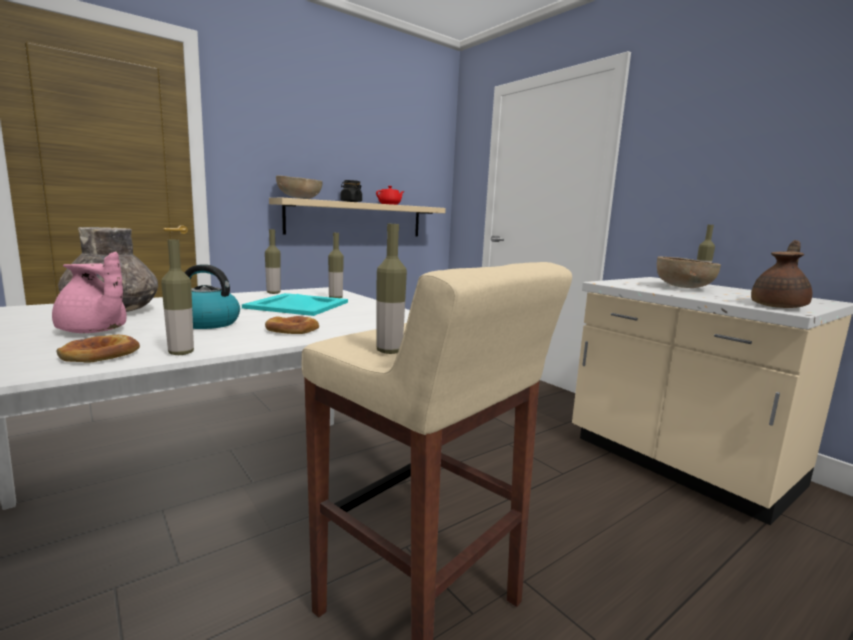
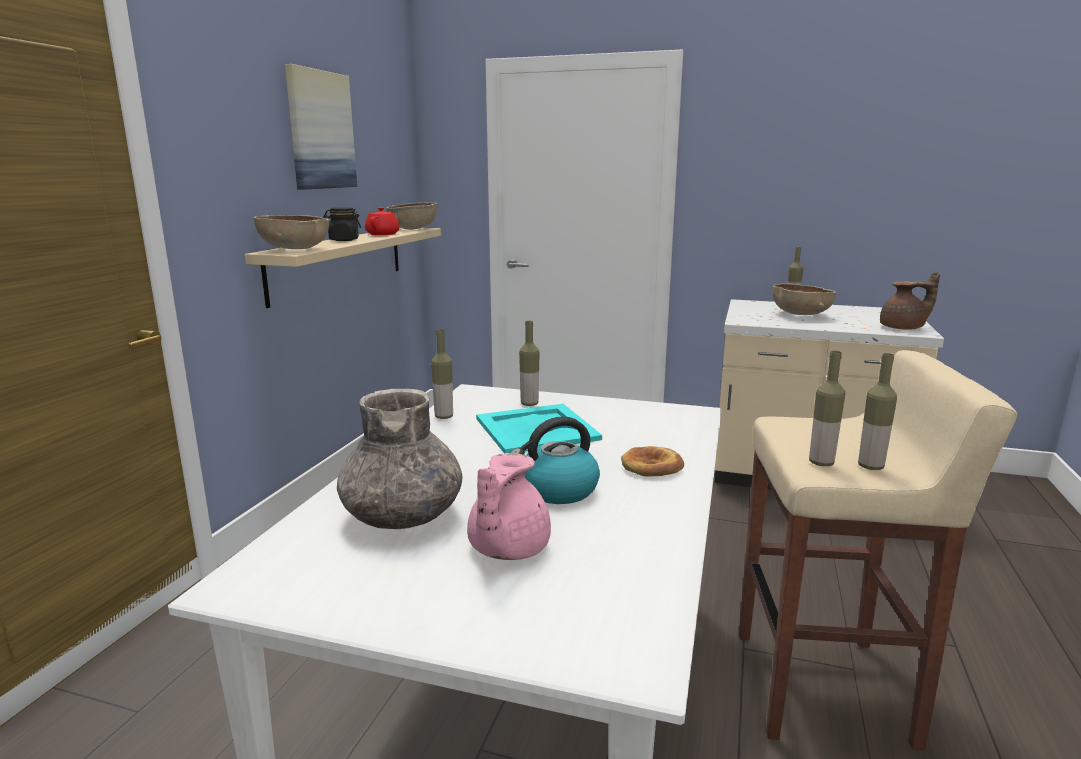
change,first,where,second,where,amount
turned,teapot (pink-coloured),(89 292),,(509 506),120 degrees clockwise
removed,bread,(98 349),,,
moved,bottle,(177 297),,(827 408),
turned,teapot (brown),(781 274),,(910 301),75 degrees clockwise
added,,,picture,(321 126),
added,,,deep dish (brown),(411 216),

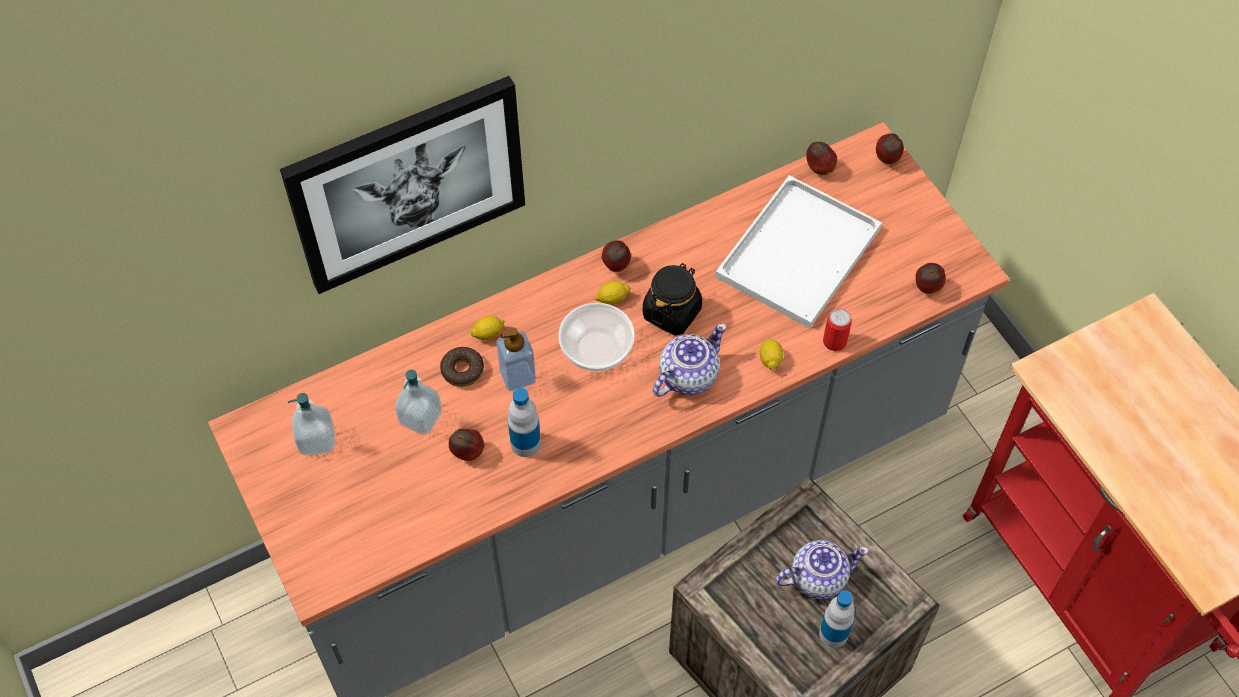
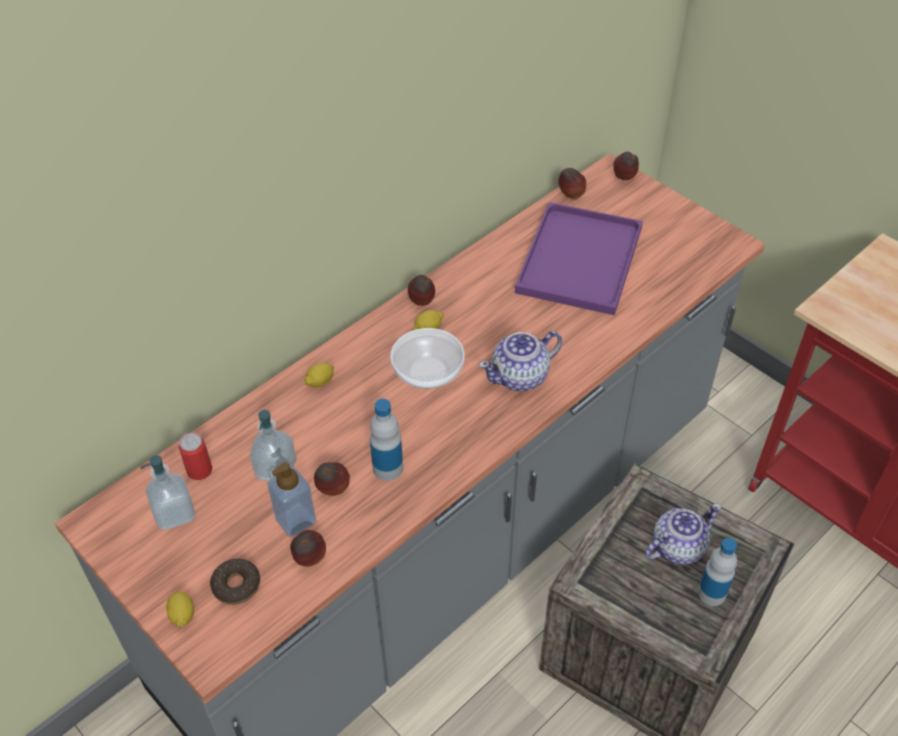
change,first,where,second,where,amount
removed,picture,(402 185),,,
moved,ring doughnut,(462 367),,(235 582),
moved,soap dispenser,(516 359),,(291 499),
removed,jar (blackish),(672 299),,,
turned,teapot,(690 360),,(520 361),150 degrees counterclockwise
recoloured,serving tray (white-coloured),(798 251),serving tray (purple),(579 258),
moved,whole lemon,(771 354),,(180 609),
moved,can,(837 329),,(195 456),
moved,whole apple,(931 278),,(308 548),

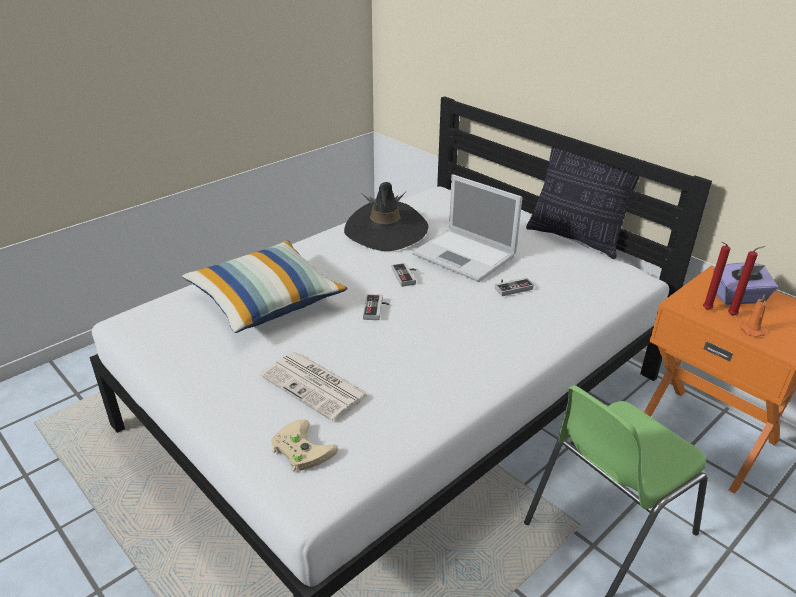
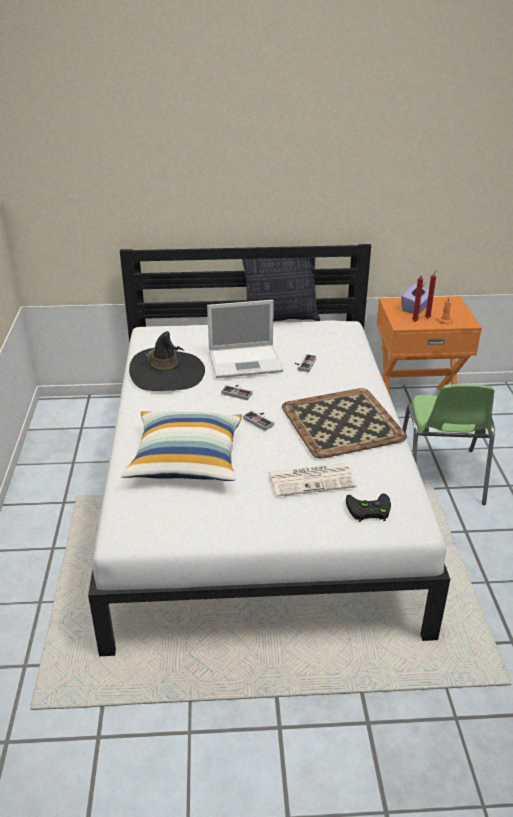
change,first,where,second,where,amount
recoloured,joypad (sand-coloured),(304 446),joypad (blackish),(368 507),
added,,,serving tray,(344 423),

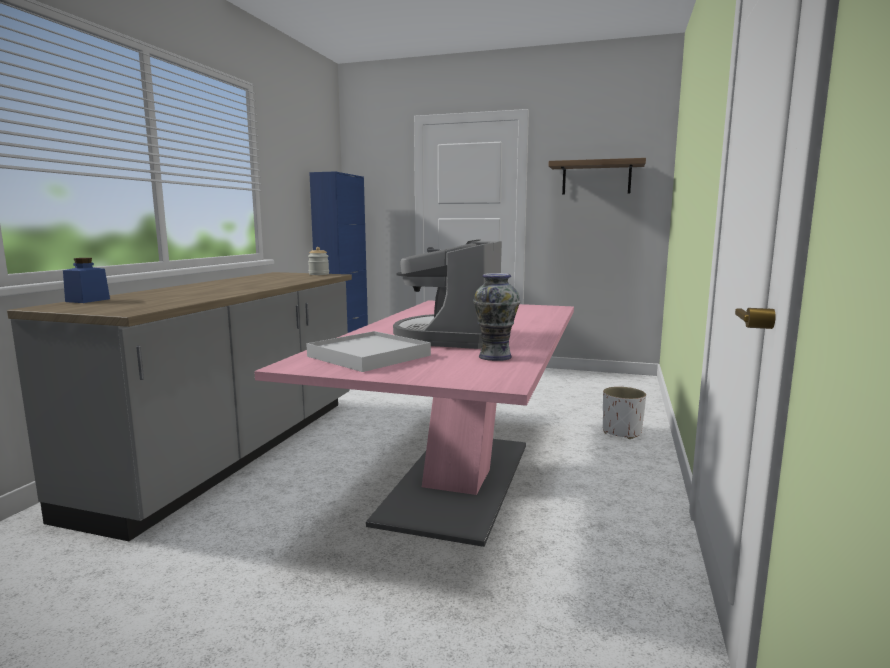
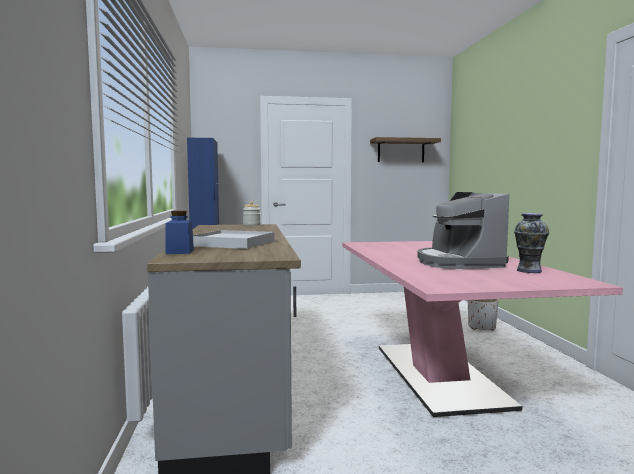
change,first,where,second,where,amount
moved,serving tray (white-coloured),(368 351),,(233 239),

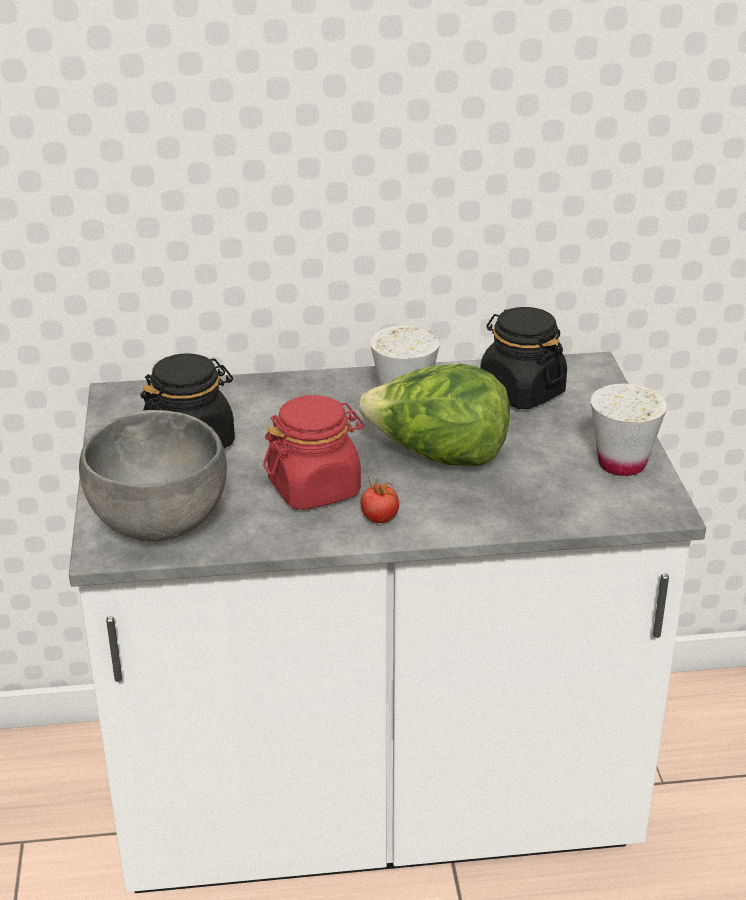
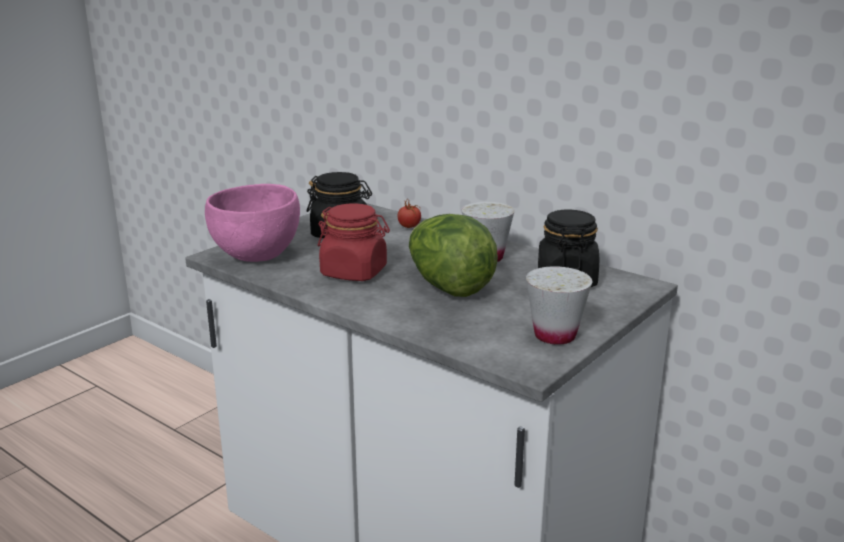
change,first,where,second,where,amount
recoloured,deep dish (gray),(153 476),deep dish (pink-coloured),(252 223),
moved,whole tomato,(379 500),,(409 213),

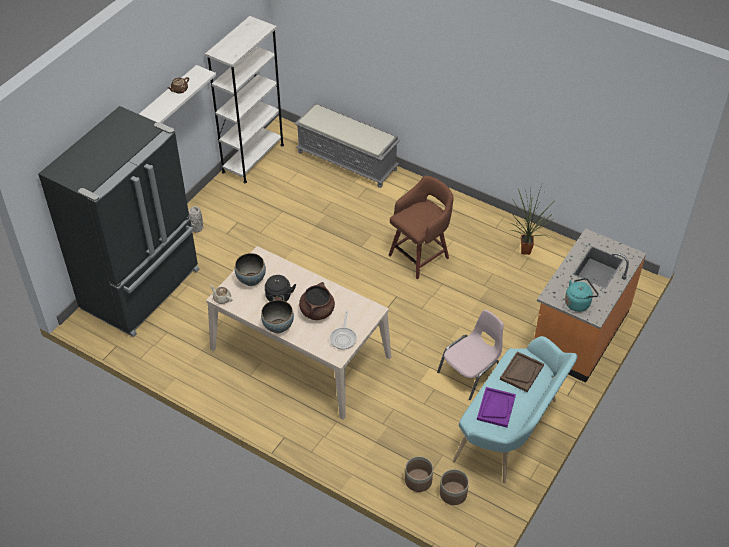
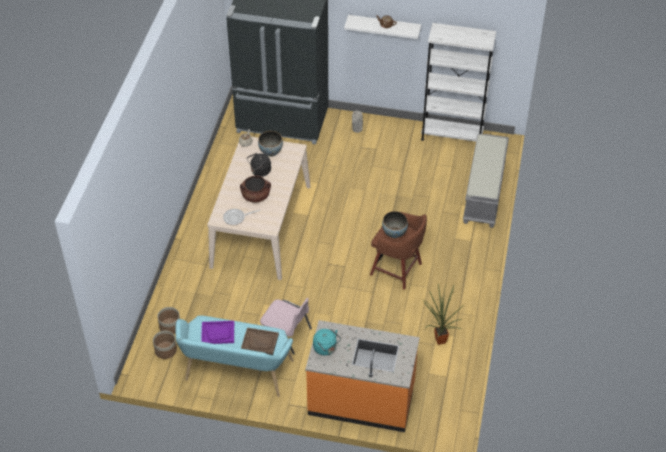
change,first,where,second,where,amount
moved,deep dish,(277 316),,(395 224),

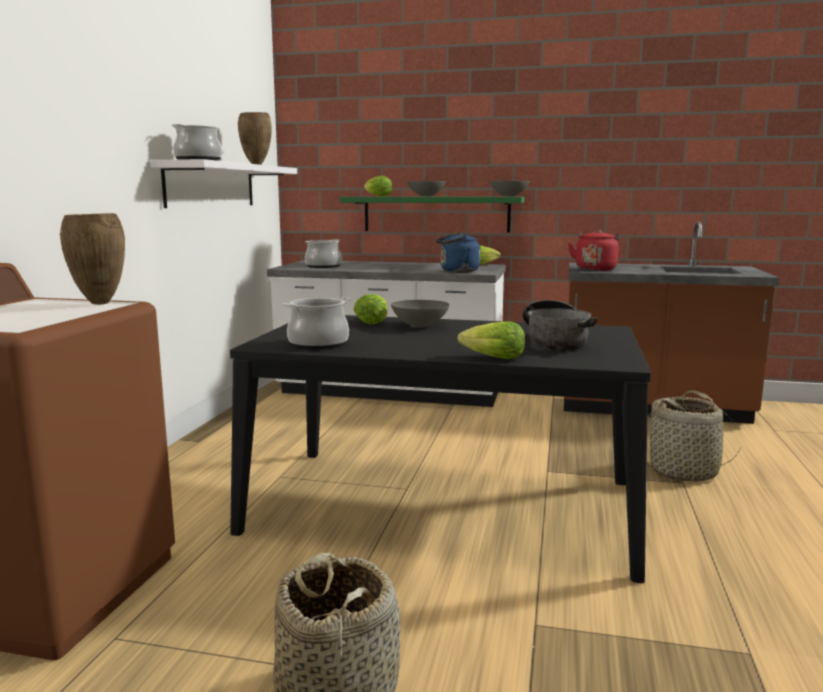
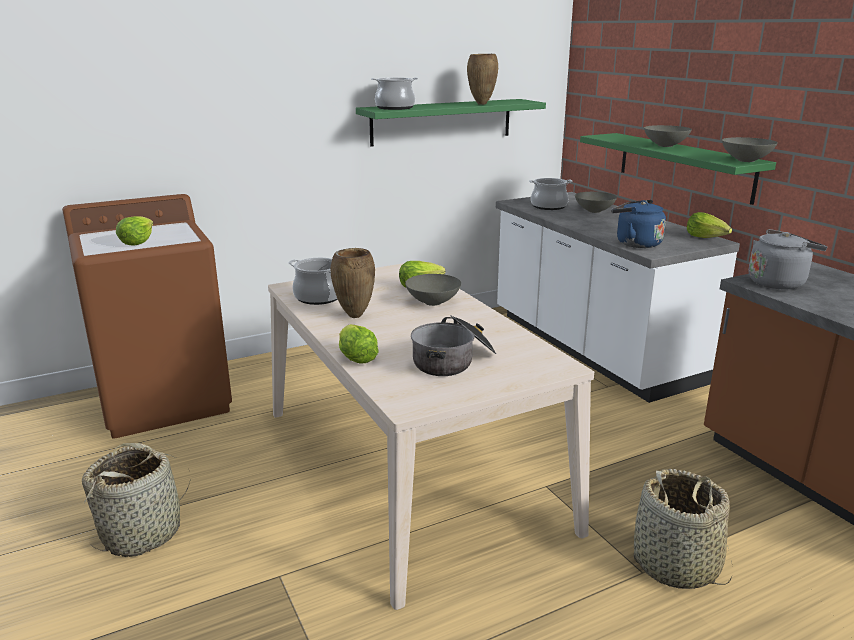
change,first,where,second,where,amount
moved,decorative vase (brown),(92 259),,(353 283),
recoloured,bracket shelf (white-coloured),(223 183),bracket shelf (greenish),(451 123),
recoloured,dining table (blackish),(440 449),dining table (sand-coloured),(431 436),
moved,lettuce,(378 186),,(134 231),
recoloured,tea kettle (reddish),(594 250),tea kettle (gray),(788 259),
added,,,deep dish (gray),(596 202),

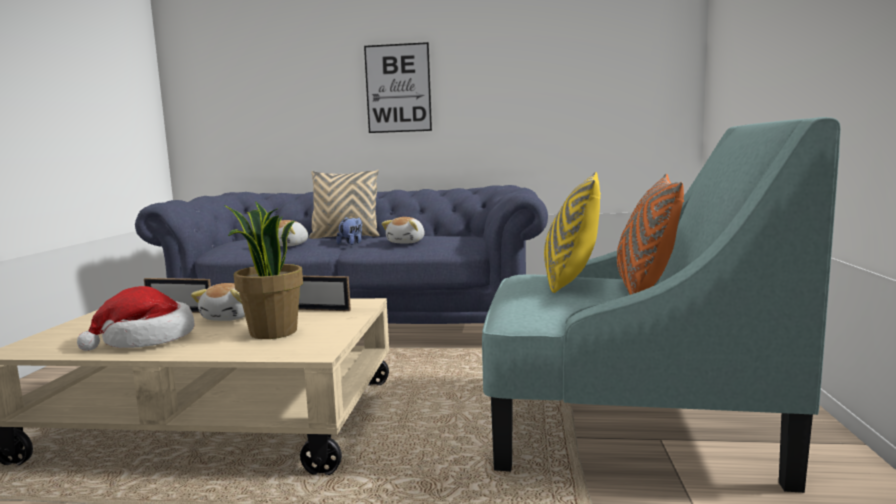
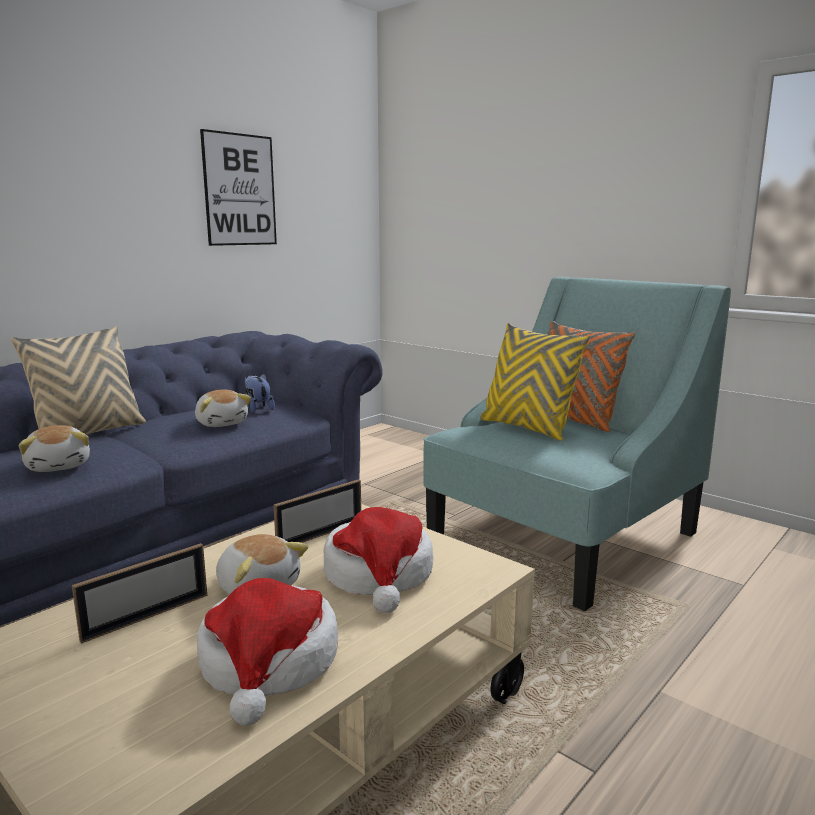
change,first,where,second,where,amount
replaced,houseplant,(263 270),clothing hat,(378 560),
moved,cuddly toy,(349 231),,(259 393),
moved,picture,(398 87),,(238 187),

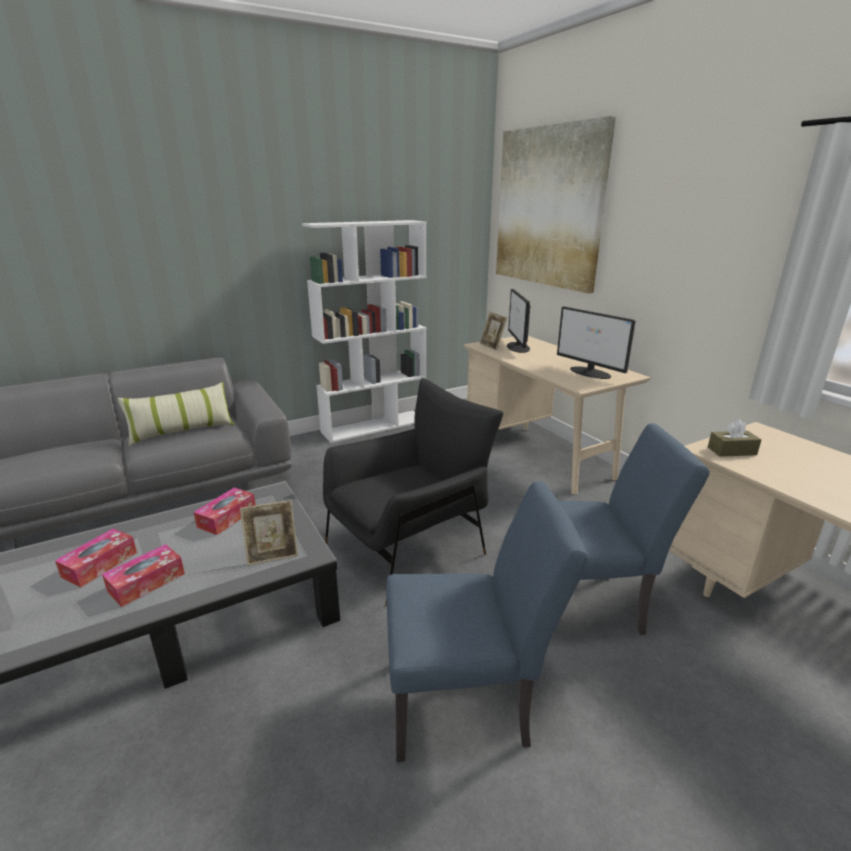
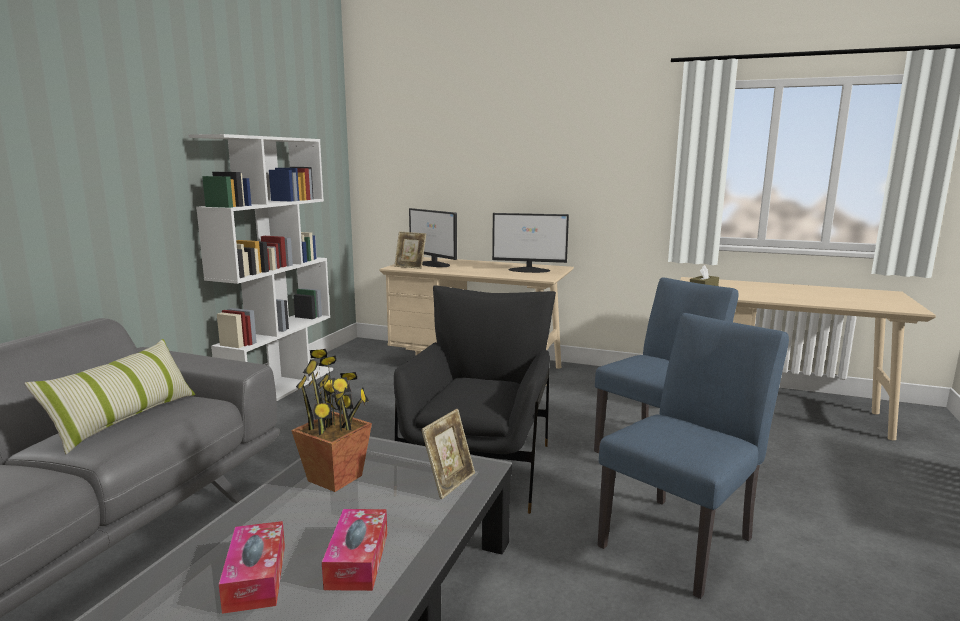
change,first,where,second,where,amount
replaced,box of tissues,(225 511),houseplant,(331 420),
removed,picture,(556 205),,,

